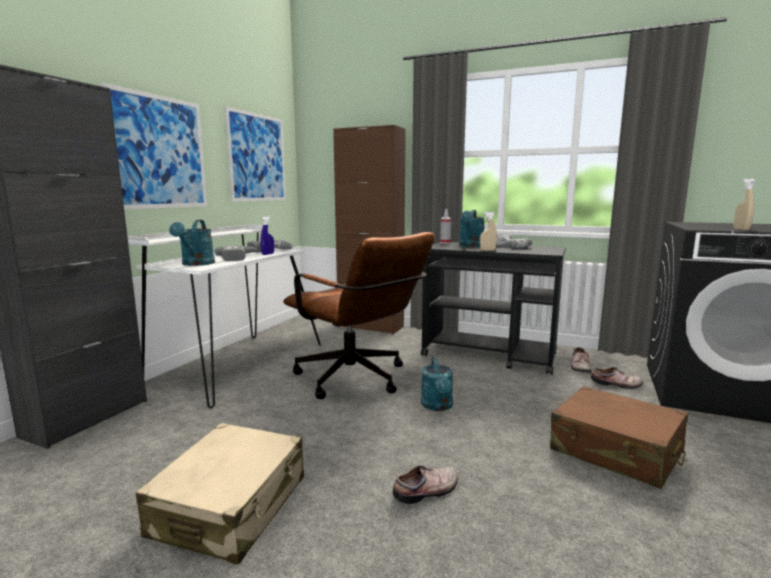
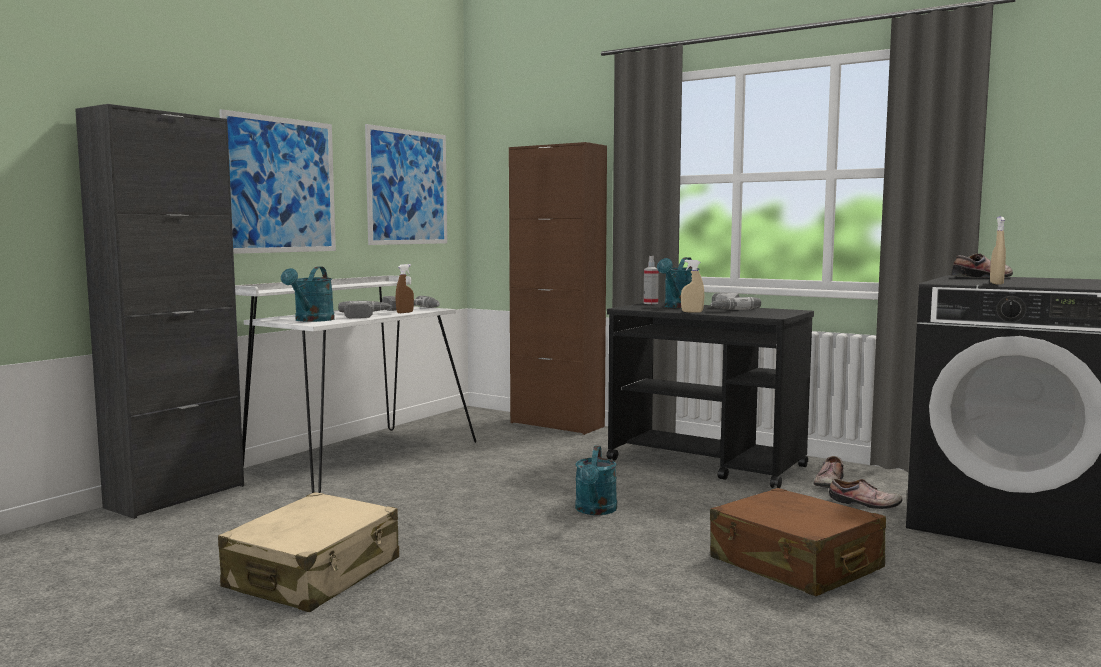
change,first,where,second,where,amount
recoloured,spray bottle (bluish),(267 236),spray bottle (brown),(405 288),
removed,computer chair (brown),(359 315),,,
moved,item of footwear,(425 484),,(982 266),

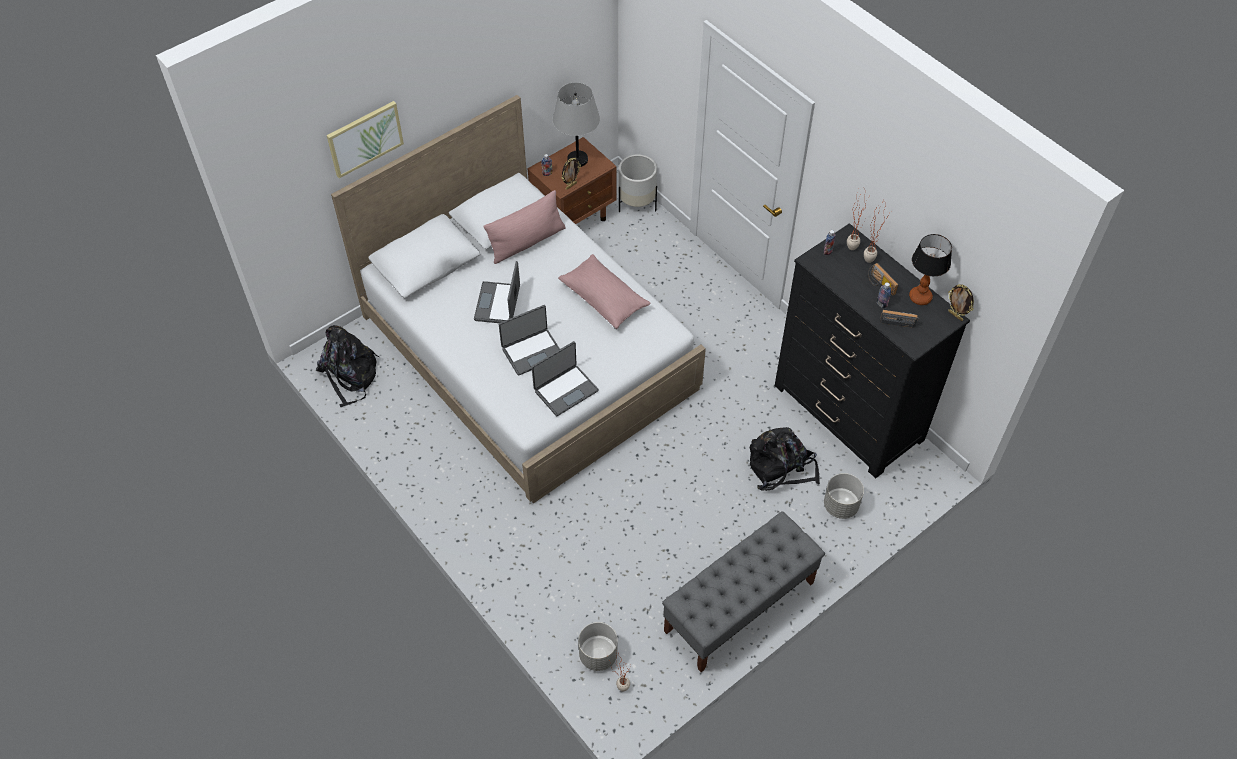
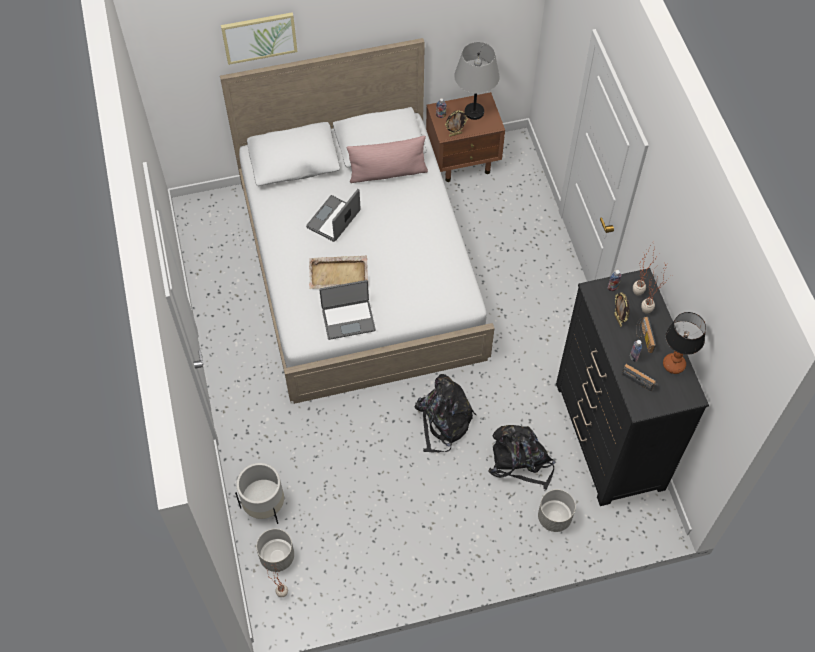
change,first,where,second,where,amount
moved,knapsack (blackish),(347 366),,(446 413),
replaced,notebook computer,(529 340),serving tray (sand-coloured),(338 272),
removed,cushion (pink-coloured),(604 291),,,
moved,planter (white-coloured),(638 183),,(259 493),
removed,long seat (gray),(743 591),,,
moved,standing frame,(961 302),,(622 309),

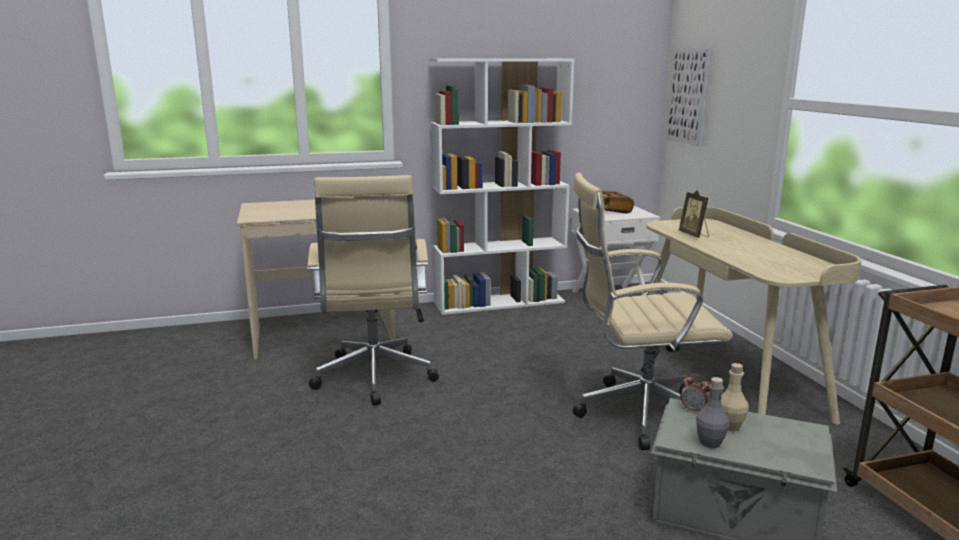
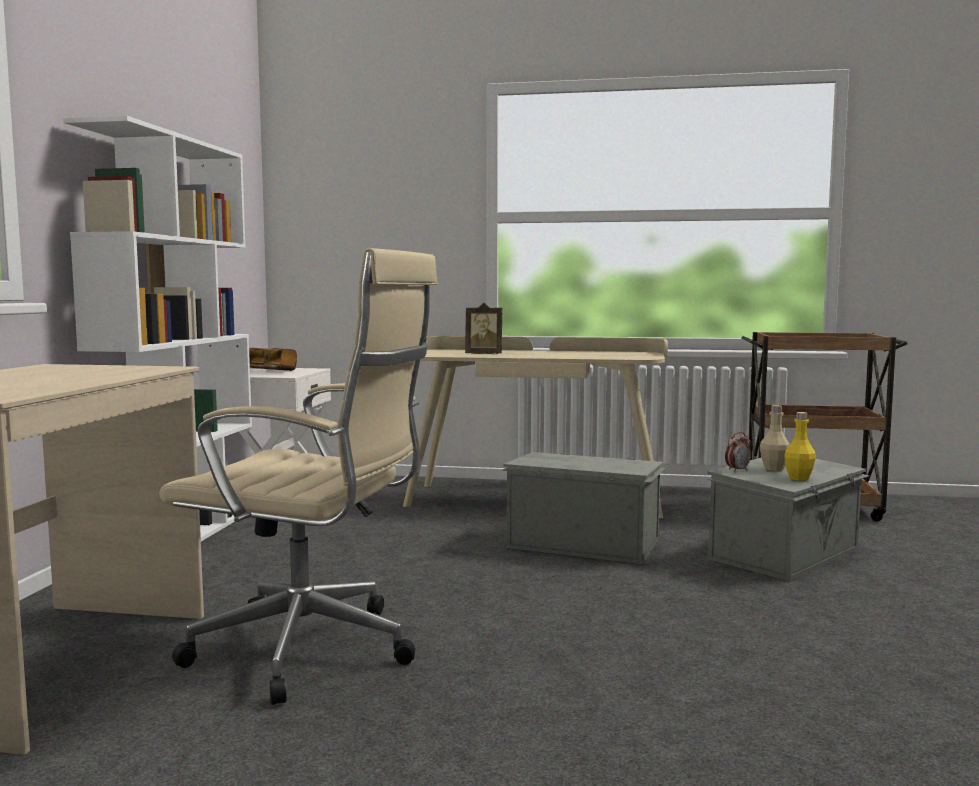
change,first,where,second,where,amount
replaced,computer chair (sand-coloured),(653 311),storage box (gray),(584 508),
removed,picture,(689 97),,,
recoloured,bottle (gray),(712 412),bottle (yellow),(800 446),

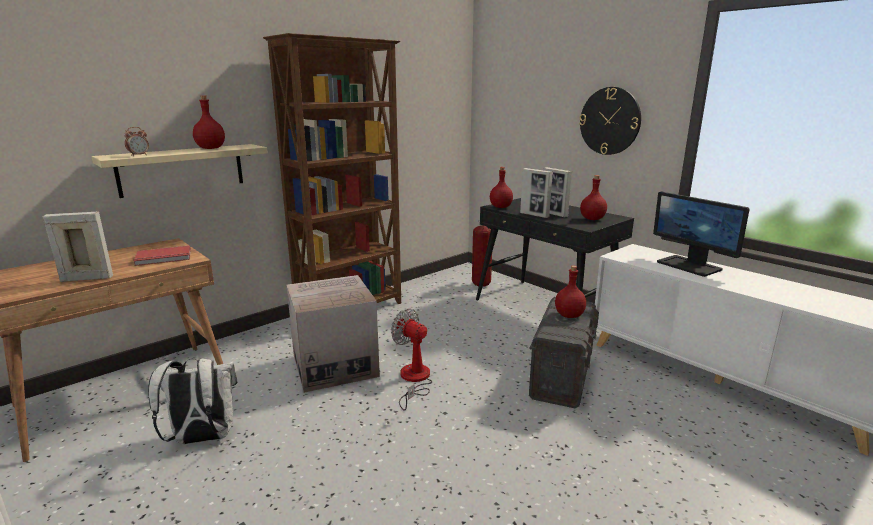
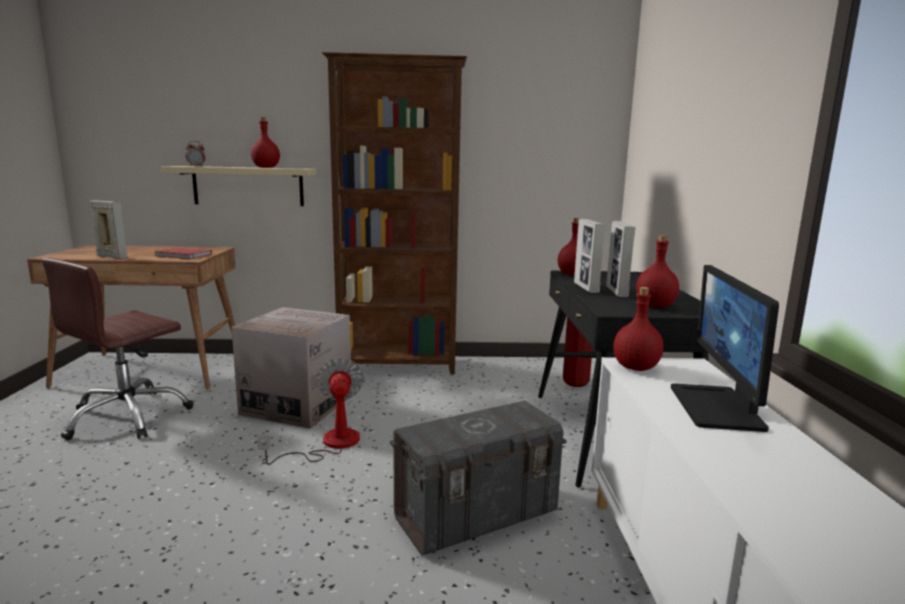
change,first,where,second,where,amount
replaced,knapsack (white-coloured),(192 401),computer chair (brown),(118 349),
moved,bottle (reddish),(570 291),,(638 329),
removed,wall clock,(610 121),,,

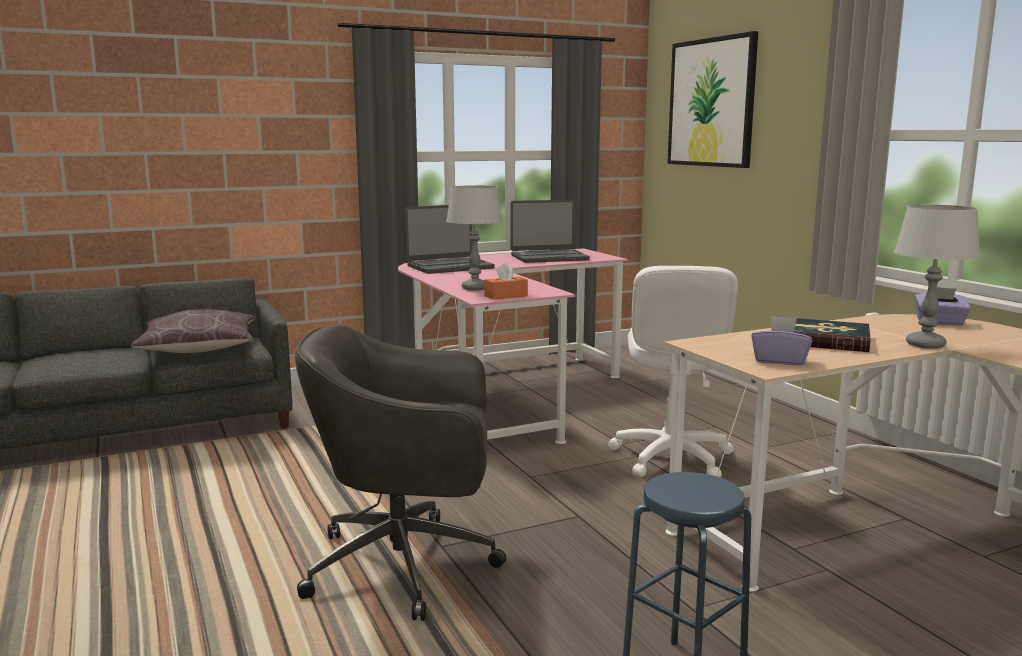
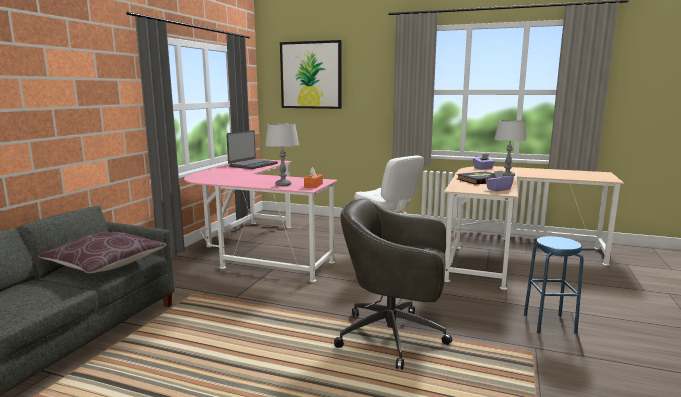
change,first,where,second,where,amount
turned,computer chair (gray),(400 473),,(393 284),60 degrees clockwise
removed,notebook computer,(450 239),,,

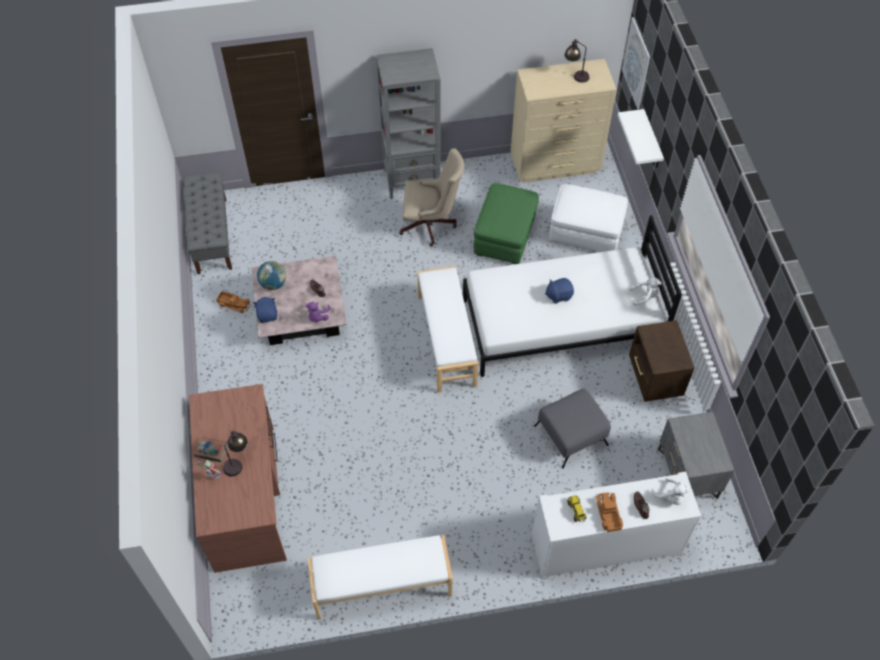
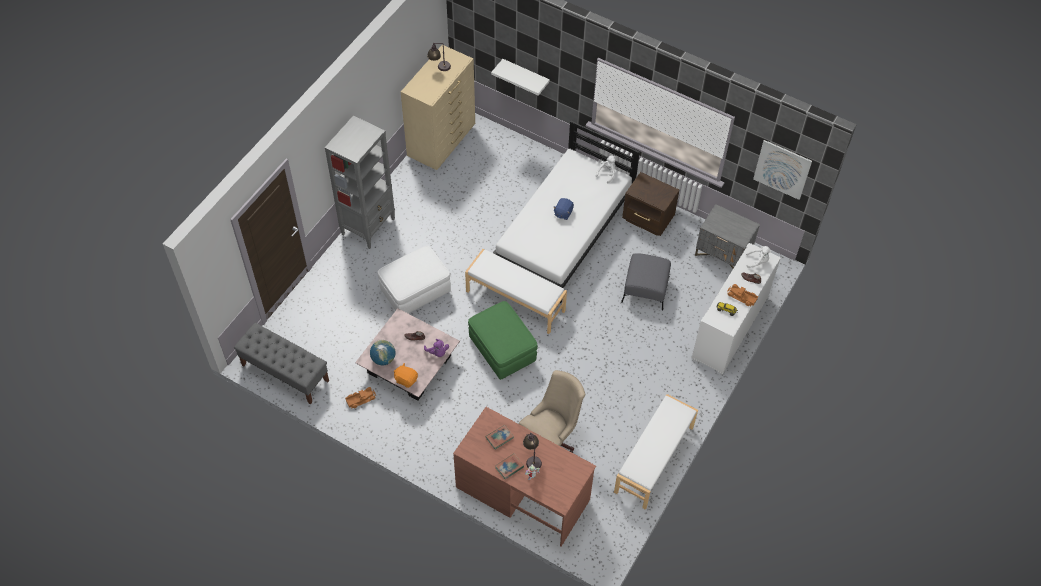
change,first,where,second,where,amount
recoloured,cuddly toy (bluish),(265 310),cuddly toy (orange),(406 375),
moved,computer chair (sand-coloured),(431 197),,(552 411),
moved,pouffe (greenish),(506 223),,(503 340),
moved,pouffe (white-coloured),(588 218),,(414 279),
moved,picture,(636 63),,(782 170),
added,,,book,(500 437),

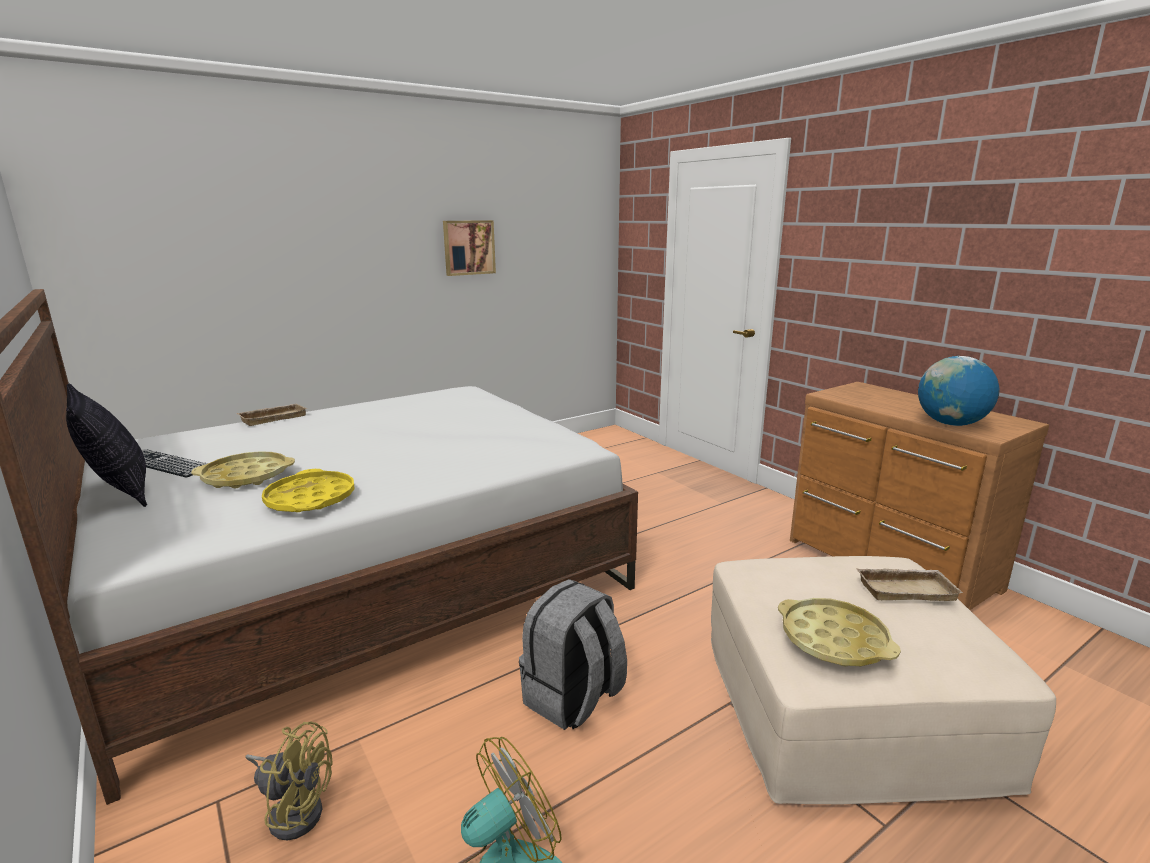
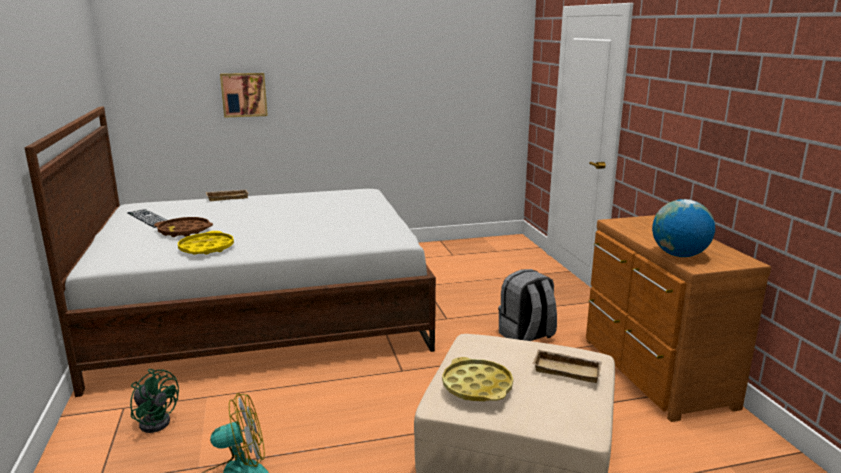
change,first,where,second,where,amount
removed,cushion,(106 445),,,
recoloured,serving tray (yellow),(243 469),serving tray (brown),(183 227),
recoloured,cooling fan (yellow),(288 781),cooling fan (greenish),(154 401),
moved,picture,(469 248),,(244 95),
moved,knapsack (gray),(573 654),,(527 305),

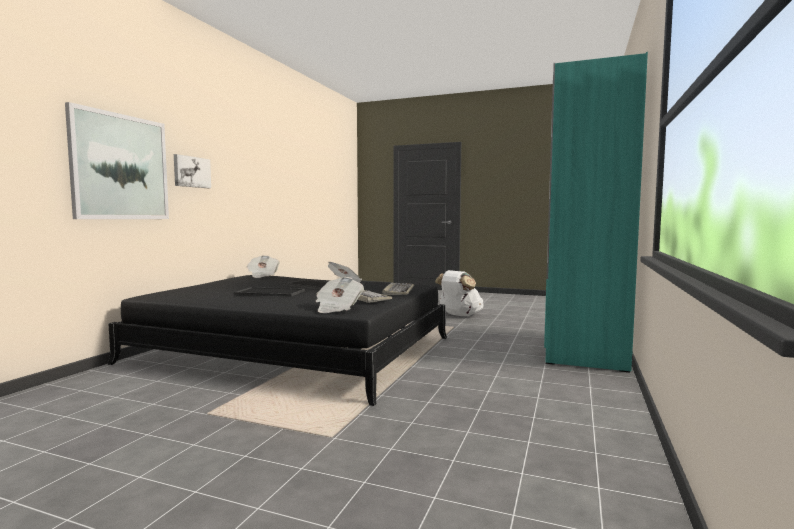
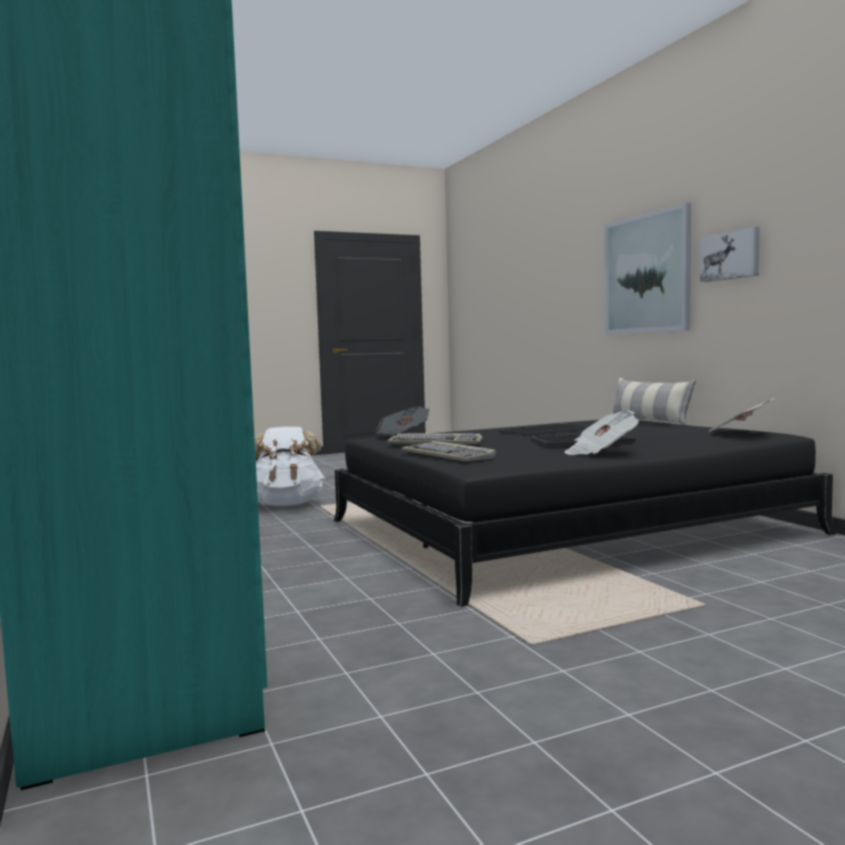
change,first,where,second,where,amount
moved,knapsack (white-coloured),(459 293),,(290 466),
added,,,cushion,(653 401),

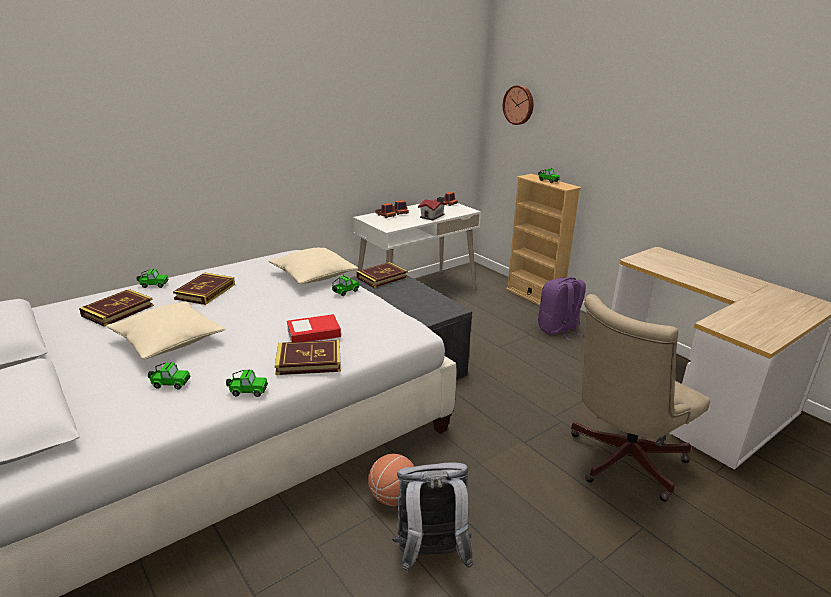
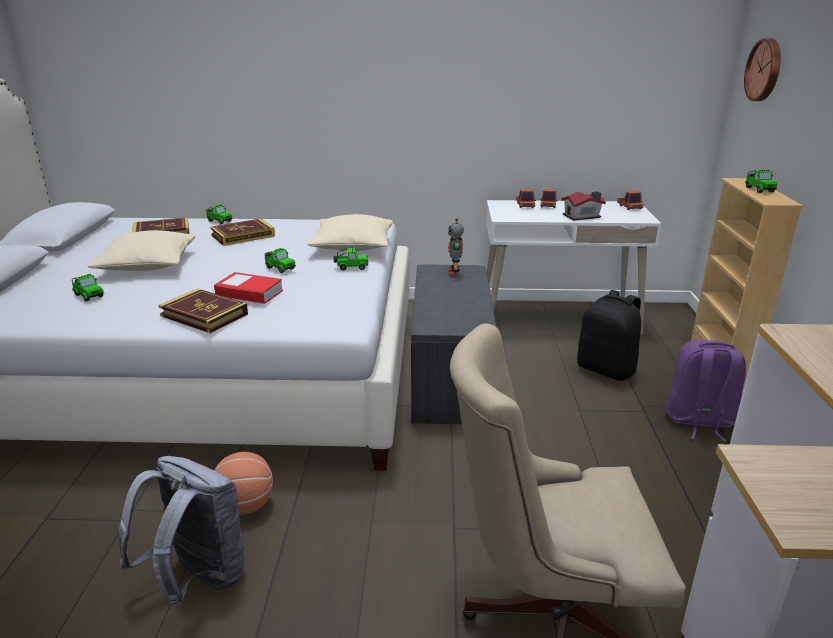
change,first,where,second,where,amount
moved,toy car,(247 383),,(280 260),
replaced,book,(382 275),toy robot,(456 247),
added,,,knapsack (blackish),(609 335),

